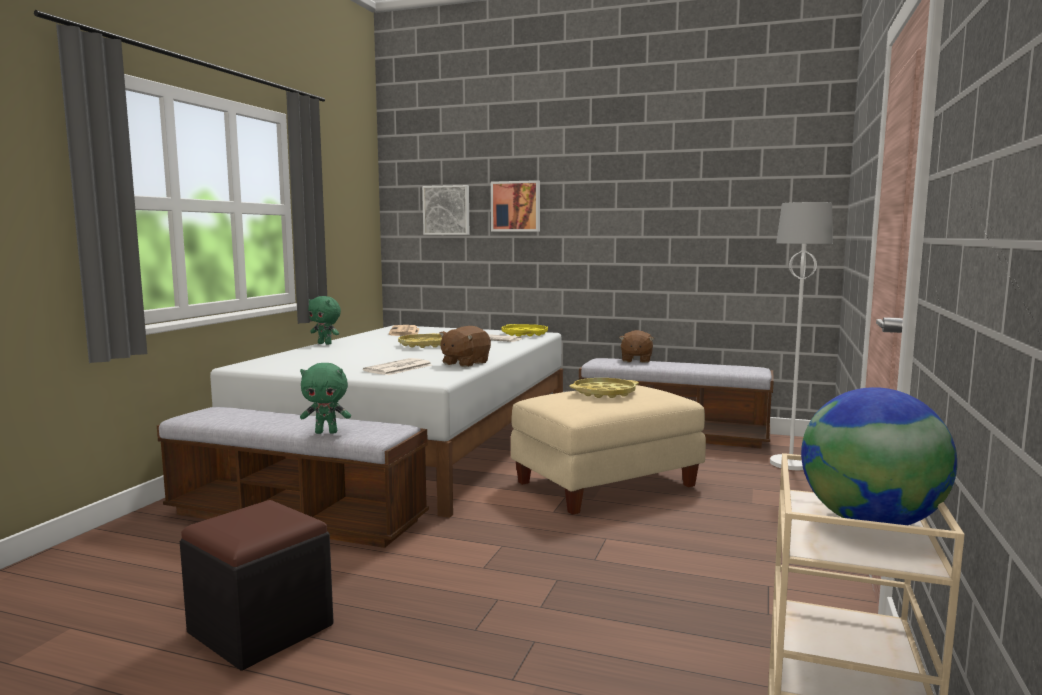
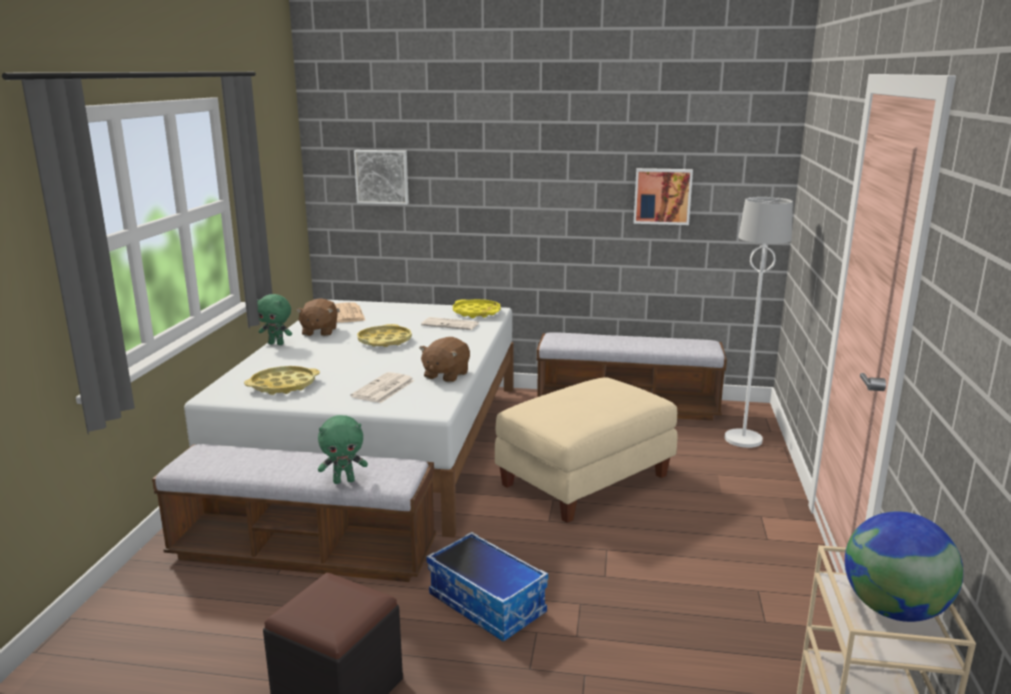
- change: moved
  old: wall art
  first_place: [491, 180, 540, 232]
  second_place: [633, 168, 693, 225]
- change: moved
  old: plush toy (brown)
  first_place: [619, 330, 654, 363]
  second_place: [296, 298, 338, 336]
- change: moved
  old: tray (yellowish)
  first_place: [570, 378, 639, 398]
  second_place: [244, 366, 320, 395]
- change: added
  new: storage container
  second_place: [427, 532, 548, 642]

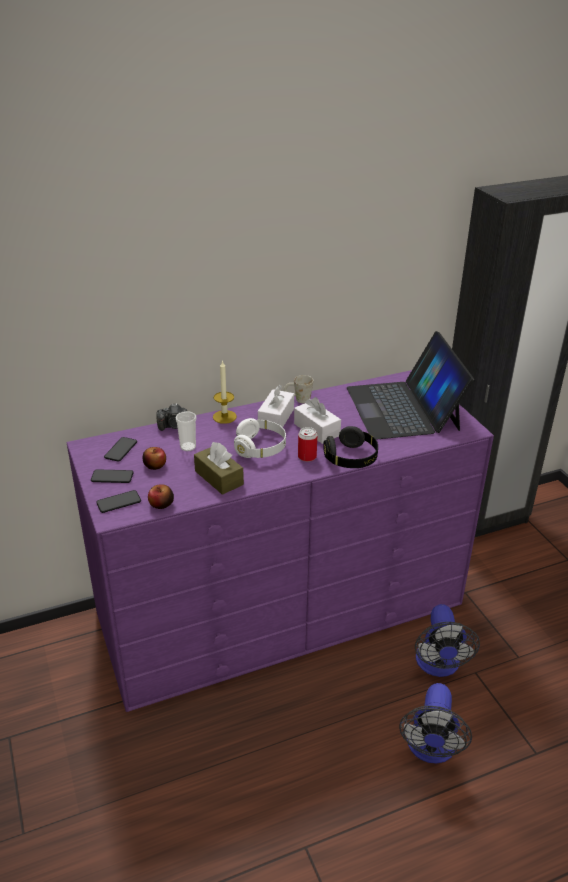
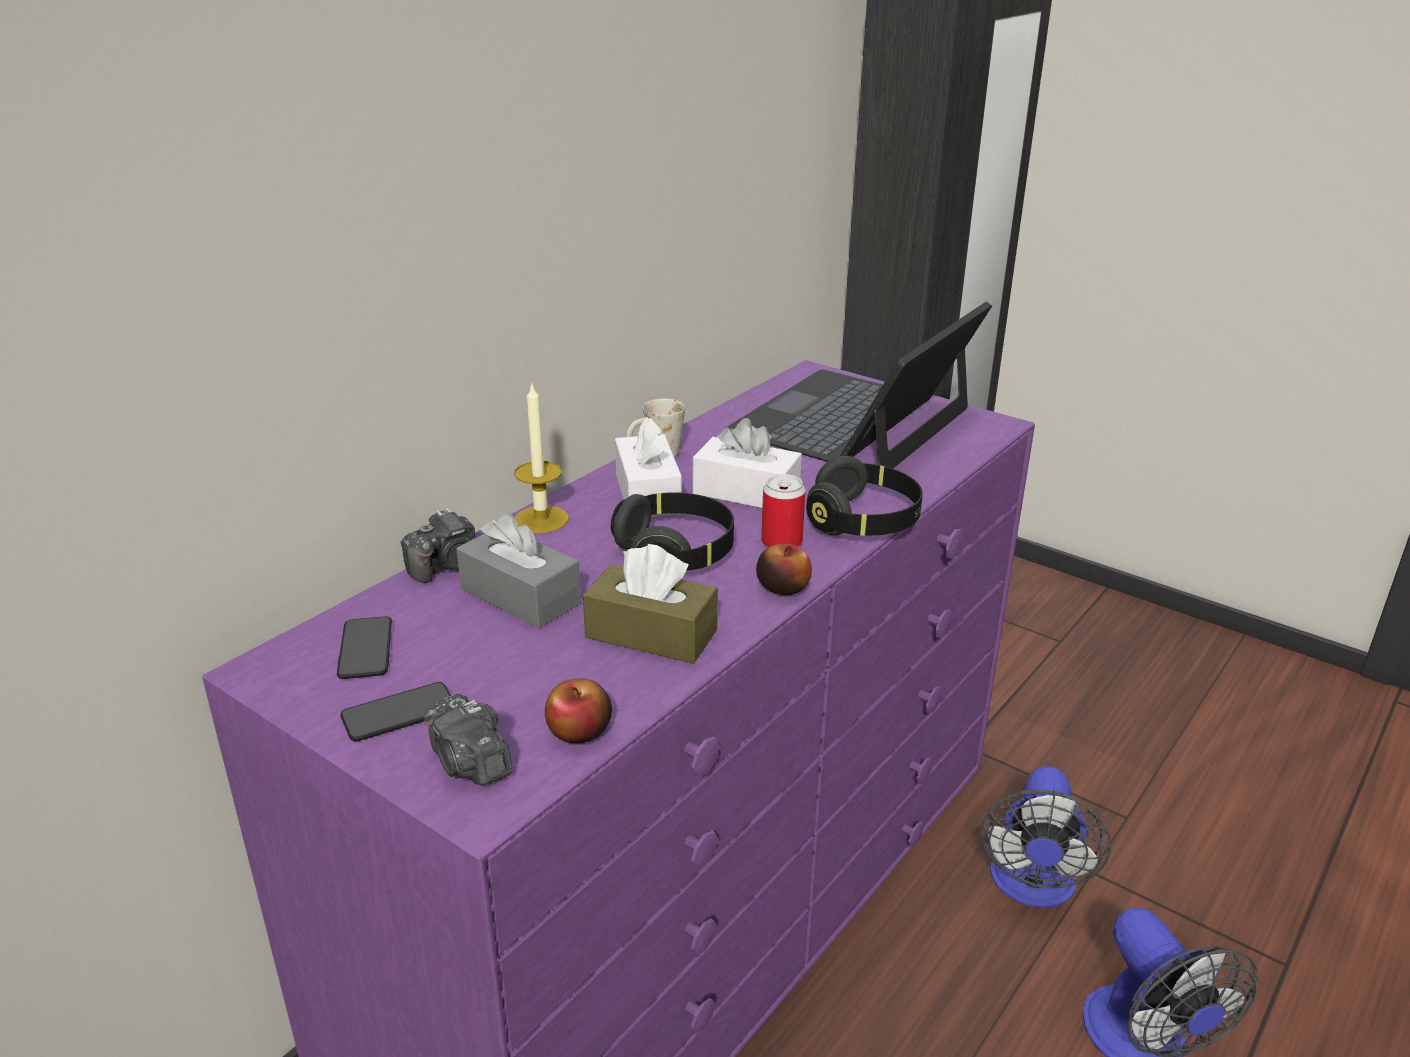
- change: turned
  old: portable computer
  first_place: [347, 331, 474, 440]
  second_place: [727, 301, 992, 469]
  degrees: 75
- change: replaced
  old: drinking cup
  new: box of tissues (grey)
  first_place: [175, 411, 196, 451]
  second_place: [456, 513, 581, 629]
- change: recoloured
  old: headphones (white)
  new: headphones (black)
  first_place: [234, 418, 286, 458]
  second_place: [611, 492, 734, 571]
- change: moved
  old: apple fruit
  first_place: [142, 447, 166, 470]
  second_place: [756, 543, 812, 595]
- change: replaced
  old: phone
  new: photo camera
  first_place: [96, 490, 141, 513]
  second_place: [423, 694, 512, 785]
- change: turned
  old: fan
  first_place: [415, 604, 480, 677]
  second_place: [981, 766, 1112, 908]
  degrees: 45

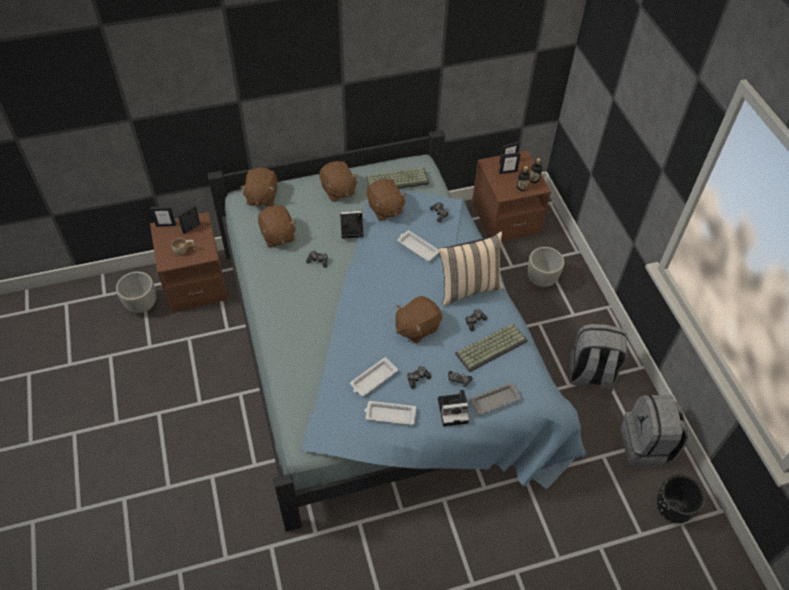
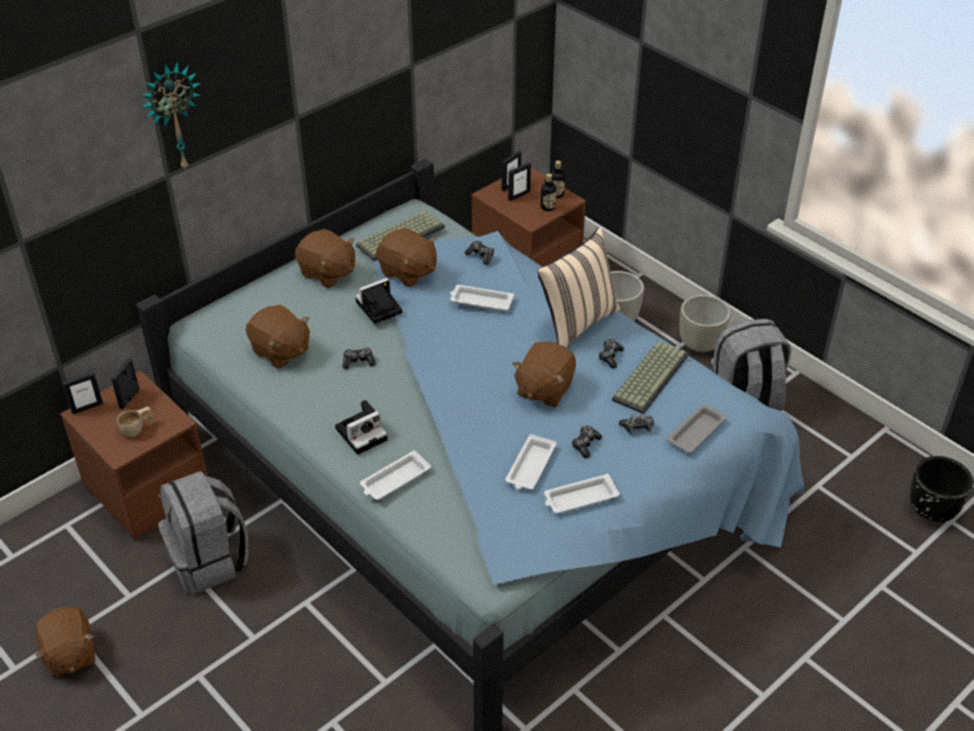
- change: moved
  old: plush toy (brown)
  first_place: [240, 167, 277, 206]
  second_place: [35, 607, 95, 676]
- change: moved
  old: flower pot (grey)
  first_place: [116, 271, 156, 313]
  second_place: [680, 295, 731, 353]
- change: moved
  old: photo camera
  first_place: [438, 390, 469, 426]
  second_place: [335, 400, 387, 455]
- change: moved
  old: rucksack (grey)
  first_place: [621, 395, 688, 467]
  second_place: [158, 471, 249, 594]
- change: added
  new: hanging clock
  second_place: [141, 61, 201, 171]
- change: added
  new: tray (white)
  second_place: [360, 450, 431, 500]

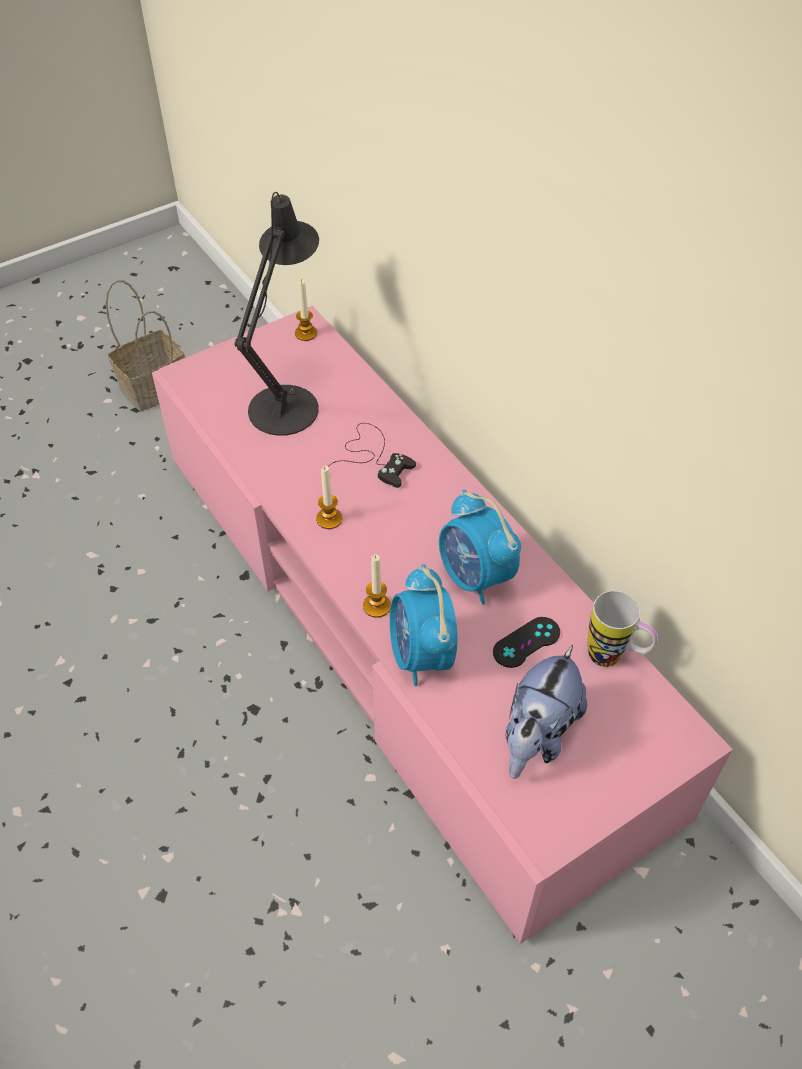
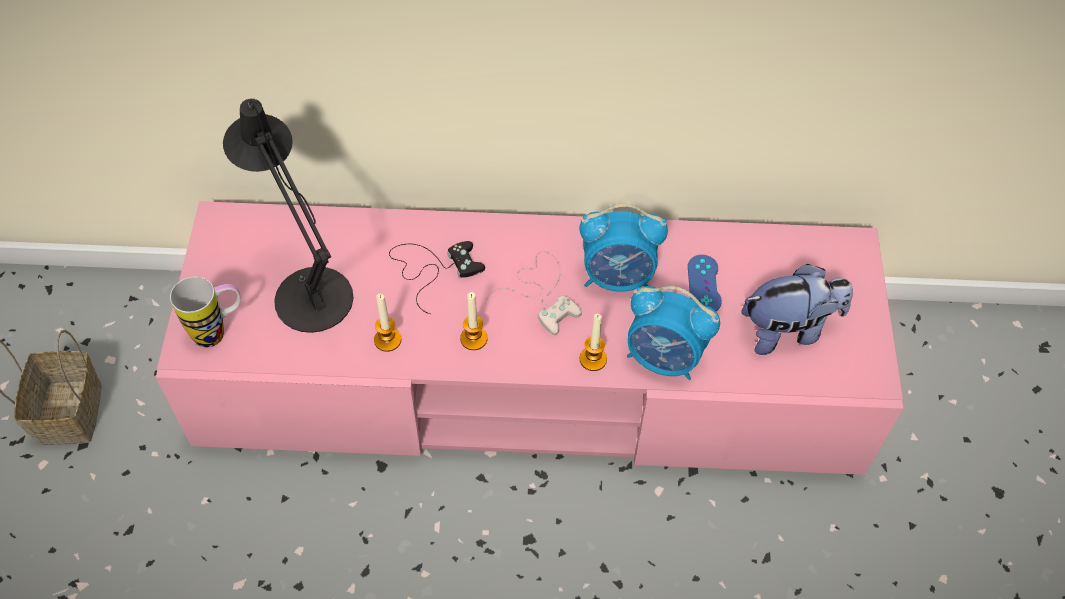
- change: moved
  old: wax light
  first_place: [295, 279, 317, 341]
  second_place: [374, 294, 401, 352]
- change: moved
  old: coffee mug
  first_place: [588, 591, 658, 667]
  second_place: [170, 276, 241, 347]
- change: recoloured
  old: game controller (black)
  new: game controller (bluish)
  first_place: [493, 617, 560, 668]
  second_place: [688, 255, 722, 311]
- change: turned
  old: plush toy
  first_place: [506, 645, 587, 779]
  second_place: [741, 264, 853, 355]
  degrees: -75
- change: added
  new: game controller (white)
  second_place: [485, 251, 582, 335]

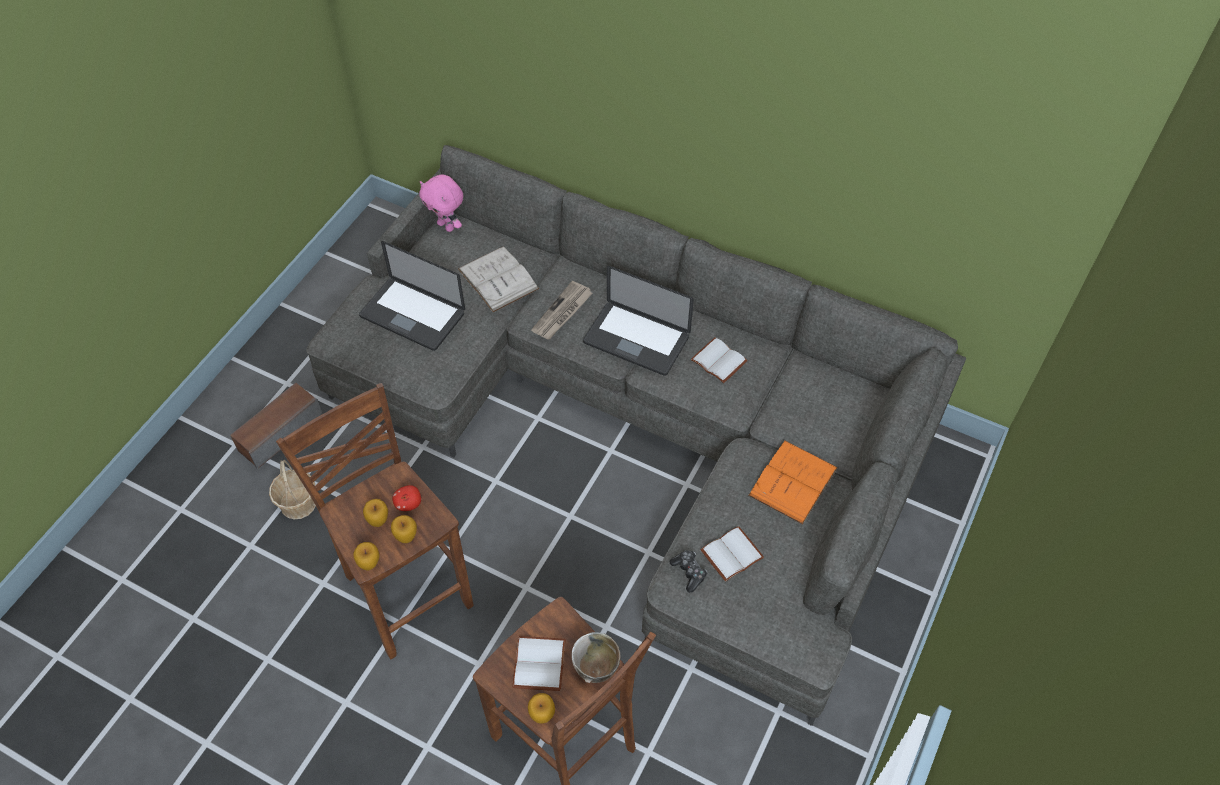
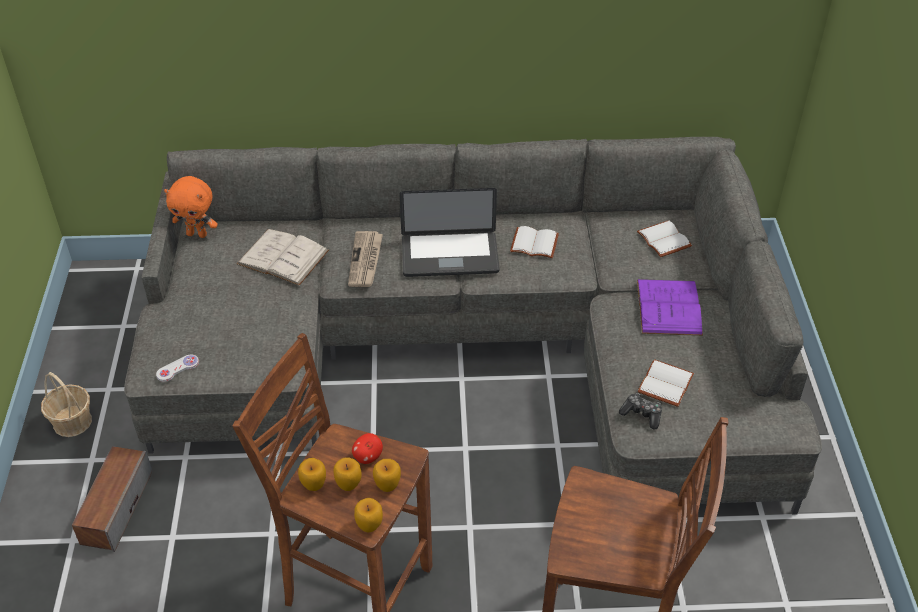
- change: recoloured
  old: plush toy (pink-coloured)
  new: plush toy (orange-coloured)
  first_place: [419, 175, 463, 232]
  second_place: [164, 176, 218, 238]
- change: removed
  old: portable computer
  first_place: [359, 241, 465, 351]
- change: recoloured
  old: volume (orange-coloured)
  new: volume (purple)
  first_place: [748, 440, 838, 525]
  second_place: [637, 279, 703, 336]
- change: moved
  old: household basket
  first_place: [269, 460, 316, 519]
  second_place: [41, 372, 92, 437]
- change: removed
  old: serving bowl
  first_place: [571, 632, 621, 683]
- change: moved
  old: volume (white)
  first_place: [512, 636, 566, 691]
  second_place: [637, 221, 692, 257]
- change: moved
  old: apple fruit
  first_place: [528, 693, 555, 723]
  second_place: [298, 458, 326, 491]
- change: added
  new: game controller (white)
  second_place: [156, 355, 199, 382]

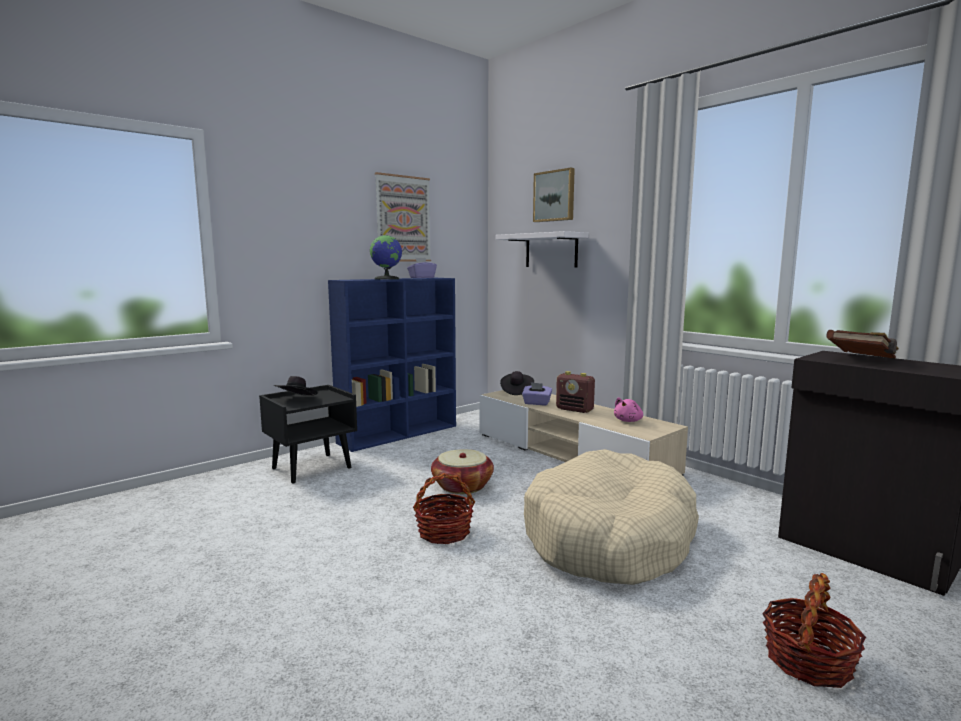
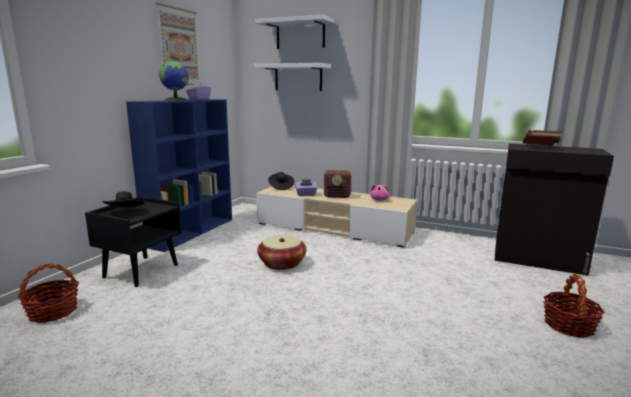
- change: replaced
  old: wall art
  new: bracket shelf (white)
  first_place: [533, 167, 575, 222]
  second_place: [255, 15, 334, 49]
- change: removed
  old: dog cushion (beige-coloured)
  first_place: [524, 449, 699, 585]
- change: moved
  old: household basket
  first_place: [413, 473, 475, 544]
  second_place: [18, 264, 79, 323]

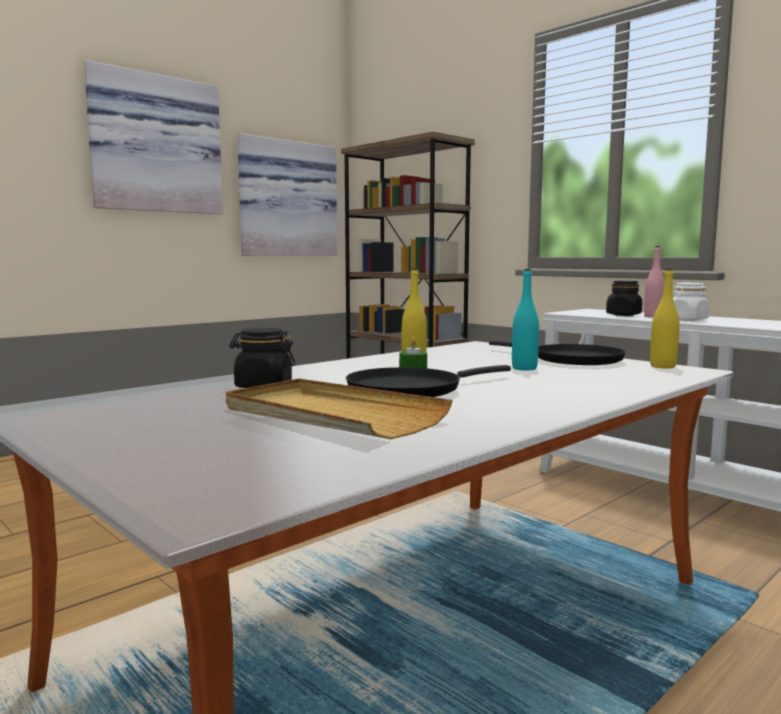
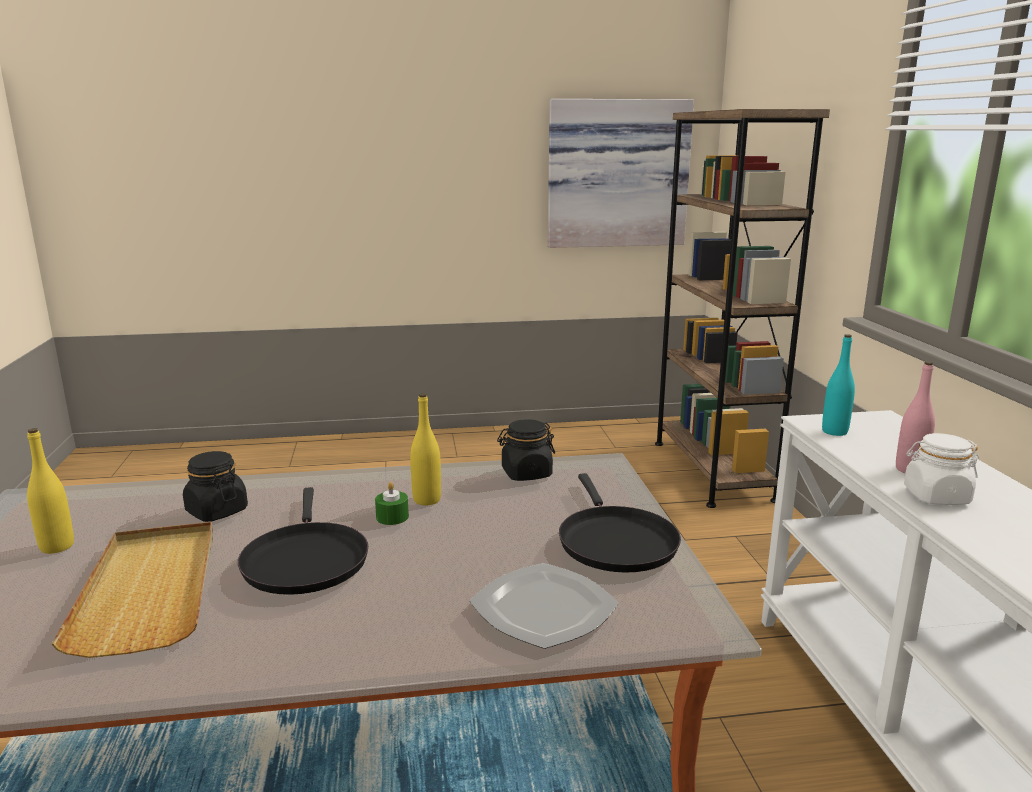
- change: removed
  old: wall art
  first_place: [84, 60, 223, 214]
- change: moved
  old: drink bottle (turquoise)
  first_place: [512, 269, 539, 370]
  second_place: [822, 334, 855, 436]
- change: moved
  old: drink bottle (yellowish)
  first_place: [650, 269, 680, 369]
  second_place: [27, 428, 74, 554]
- change: moved
  old: preserve jar (black)
  first_place: [606, 281, 642, 316]
  second_place: [497, 419, 555, 481]
- change: turned
  old: frying pan (black)
  first_place: [346, 365, 511, 397]
  second_place: [238, 487, 368, 595]
  degrees: -105
- change: added
  new: plate
  second_place: [470, 563, 619, 649]

